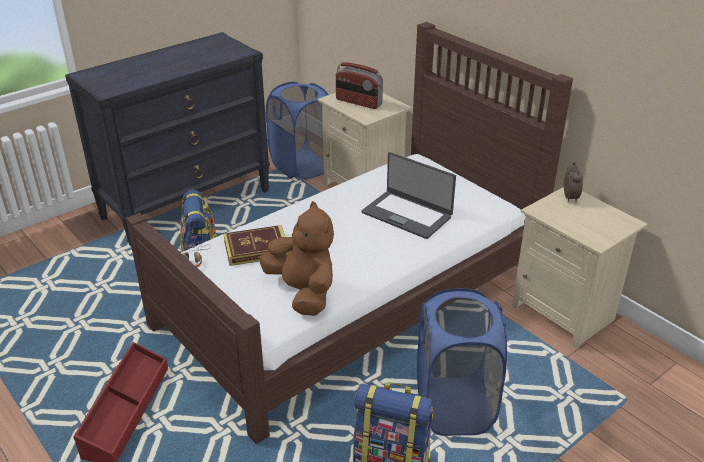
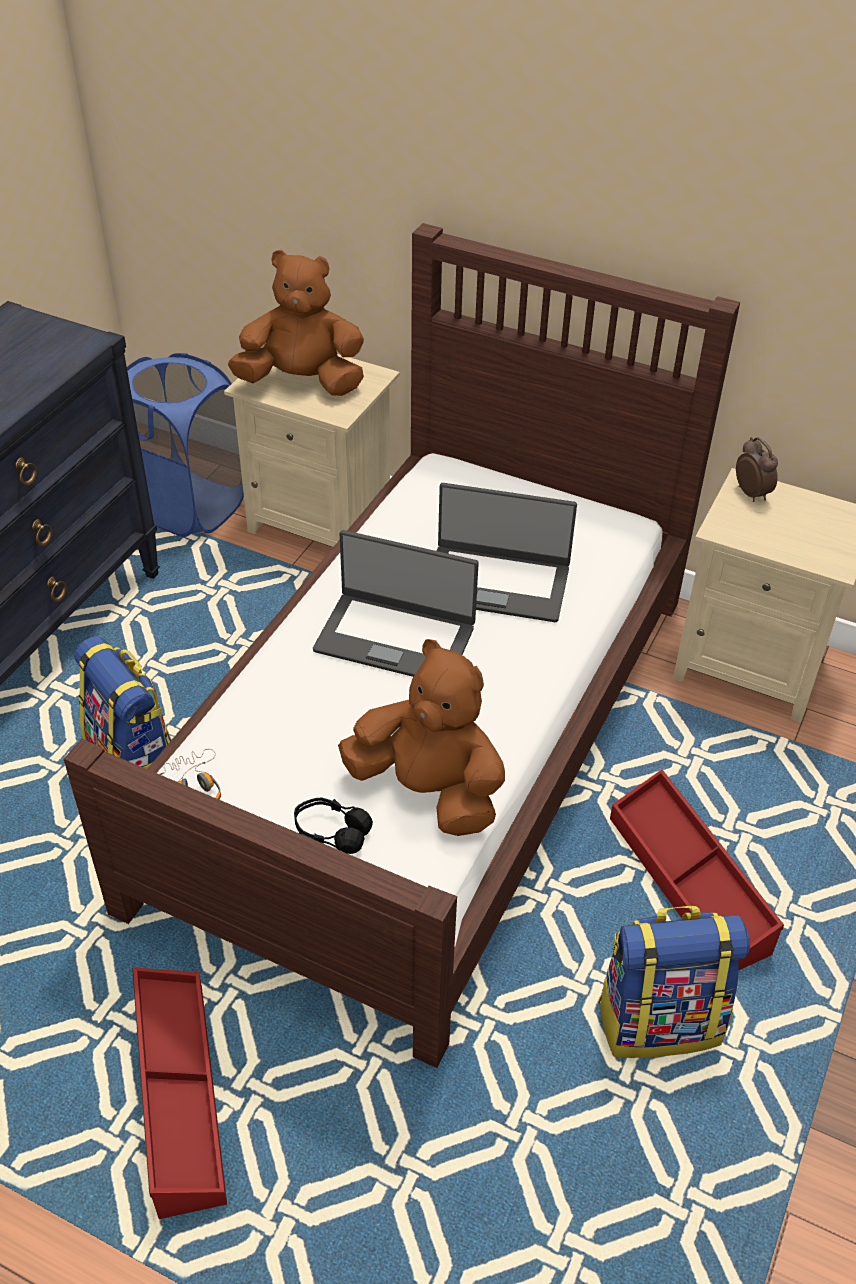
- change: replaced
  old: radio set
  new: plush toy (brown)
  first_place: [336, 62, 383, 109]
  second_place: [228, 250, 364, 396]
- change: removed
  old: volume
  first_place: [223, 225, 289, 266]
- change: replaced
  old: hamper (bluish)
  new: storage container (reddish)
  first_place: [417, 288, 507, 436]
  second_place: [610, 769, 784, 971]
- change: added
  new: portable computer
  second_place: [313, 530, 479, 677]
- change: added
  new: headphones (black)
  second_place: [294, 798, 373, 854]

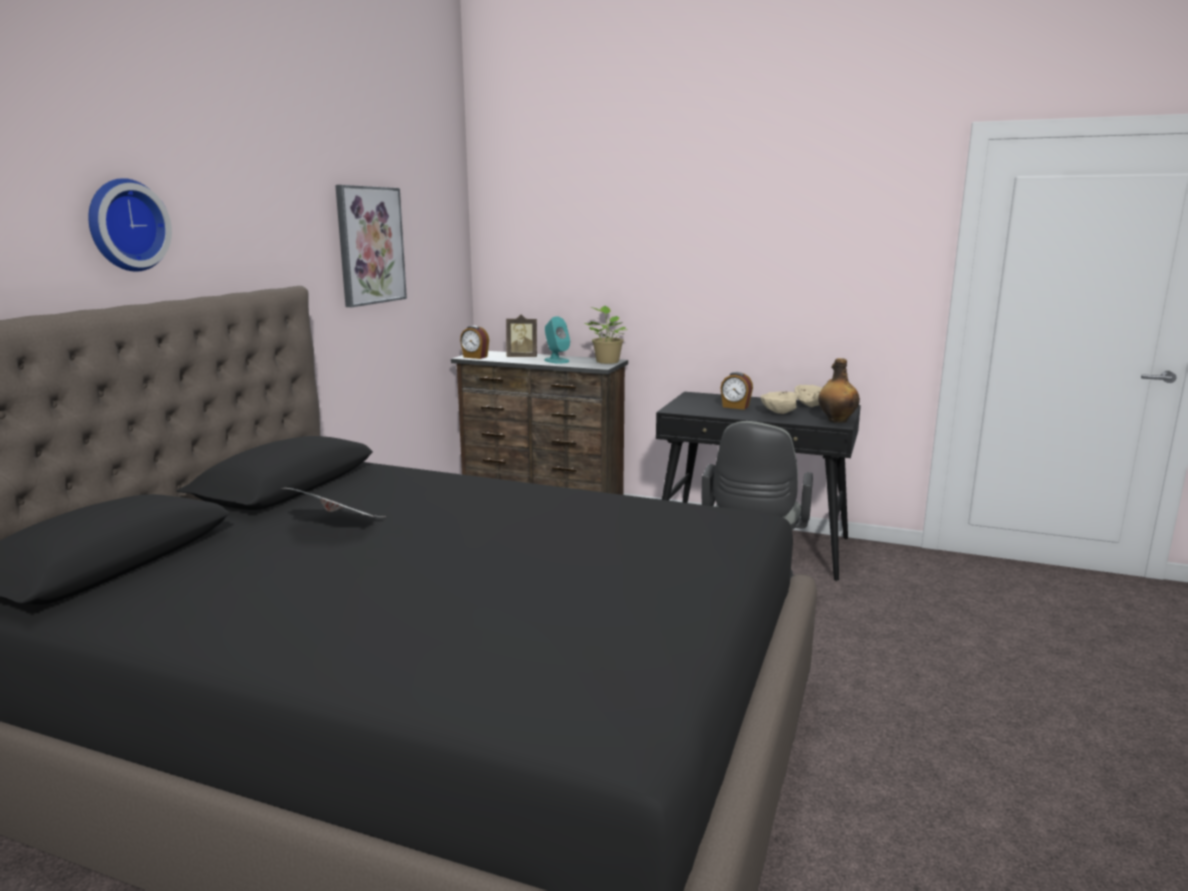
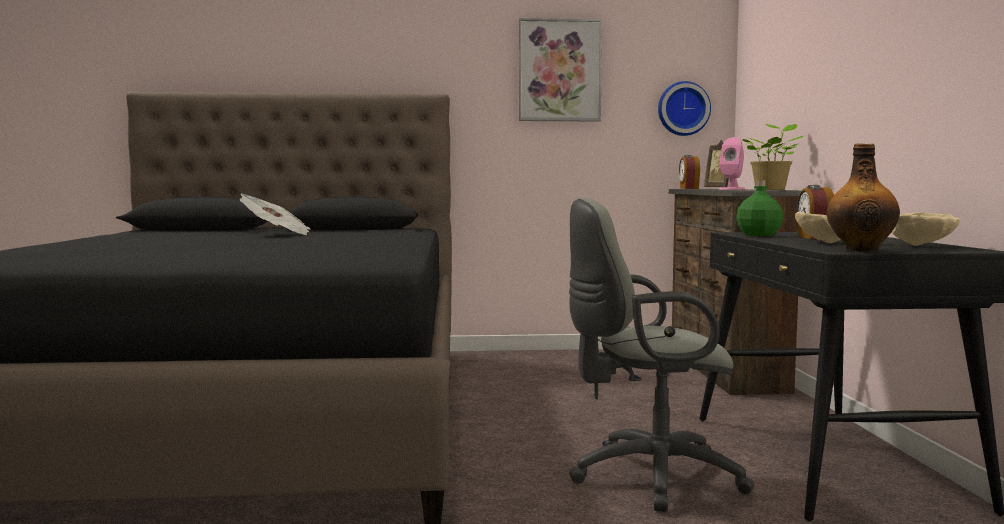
- change: moved
  old: hanging clock
  first_place: [88, 178, 172, 272]
  second_place: [658, 81, 711, 136]
- change: recoloured
  old: speaker (turquoise)
  new: speaker (pink-coloured)
  first_place: [544, 316, 570, 364]
  second_place: [719, 137, 745, 190]
- change: added
  new: drink bottle (green-coloured)
  second_place: [736, 180, 783, 236]

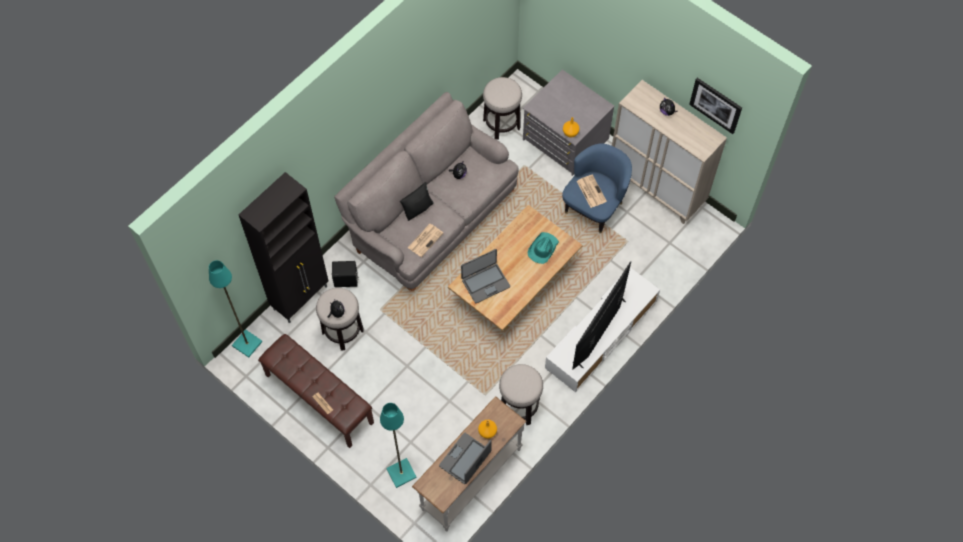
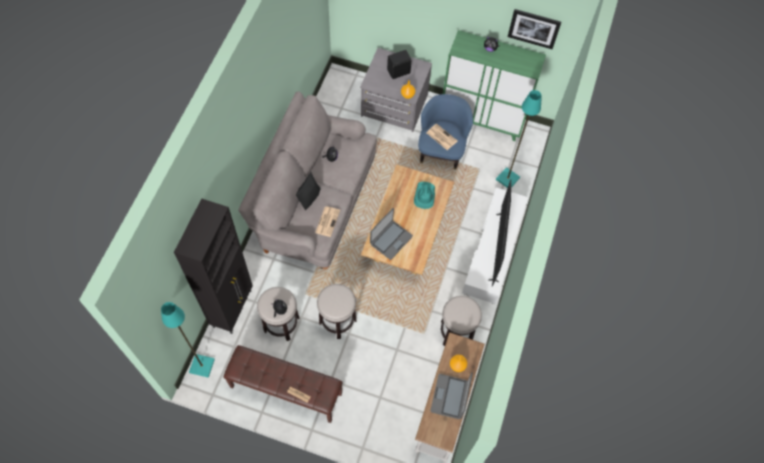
- change: moved
  old: stool
  first_place: [483, 77, 522, 140]
  second_place: [317, 284, 357, 339]
- change: recoloured
  old: storage cabinet (beige-coloured)
  new: storage cabinet (green-coloured)
  first_place: [612, 80, 727, 224]
  second_place: [443, 30, 546, 141]
- change: moved
  old: speaker (black)
  first_place: [332, 261, 359, 287]
  second_place: [387, 50, 412, 79]
- change: moved
  old: floor lamp (turquoise)
  first_place: [380, 403, 417, 488]
  second_place: [496, 90, 542, 188]

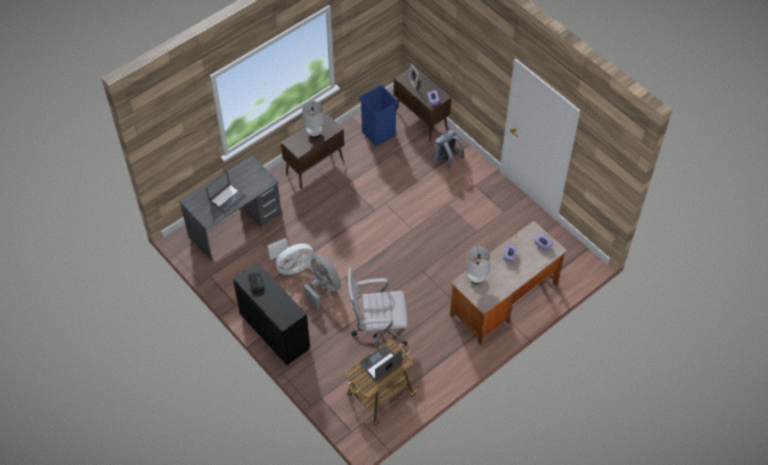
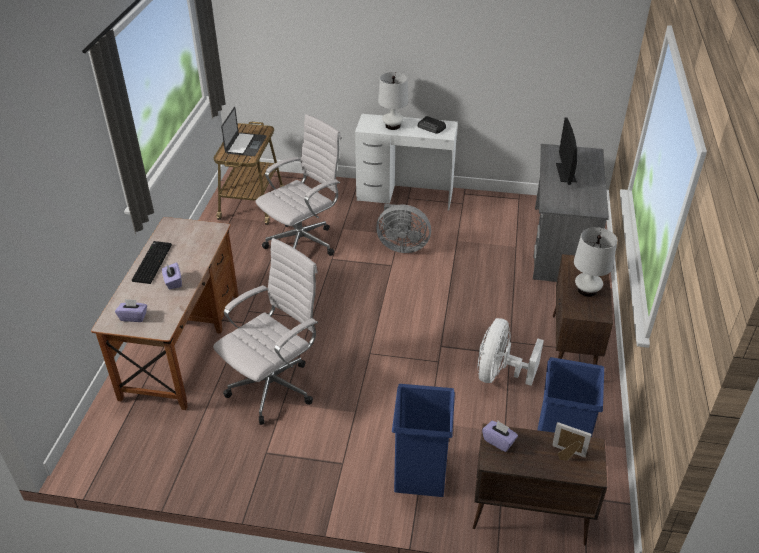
- change: replaced
  old: rucksack (grey)
  new: rubbish bin (bluish)
  first_place: [434, 130, 465, 168]
  second_place: [392, 384, 455, 497]
- change: replaced
  old: portable computer
  new: computer display
  first_place: [206, 171, 245, 213]
  second_place: [556, 117, 577, 185]
- change: moved
  old: fan (white)
  first_place: [267, 238, 314, 275]
  second_place: [478, 318, 544, 386]
- change: moved
  old: tabletop lamp (white)
  first_place: [465, 246, 490, 284]
  second_place: [378, 72, 408, 130]
- change: recoloured
  old: desk (black)
  new: desk (white)
  first_place: [233, 262, 310, 365]
  second_place: [355, 114, 458, 210]
- change: added
  new: computer chair (white)
  second_place: [213, 238, 318, 425]
- change: added
  new: PC keyboard
  second_place: [132, 241, 172, 284]

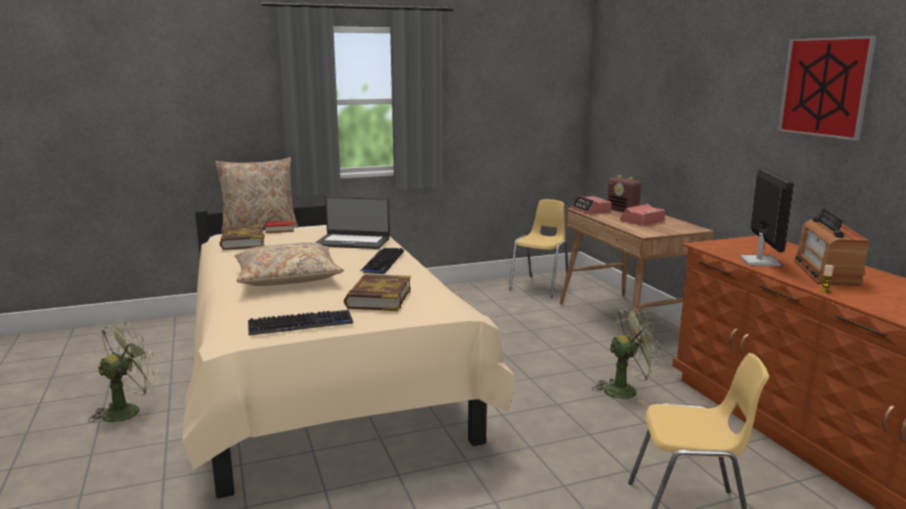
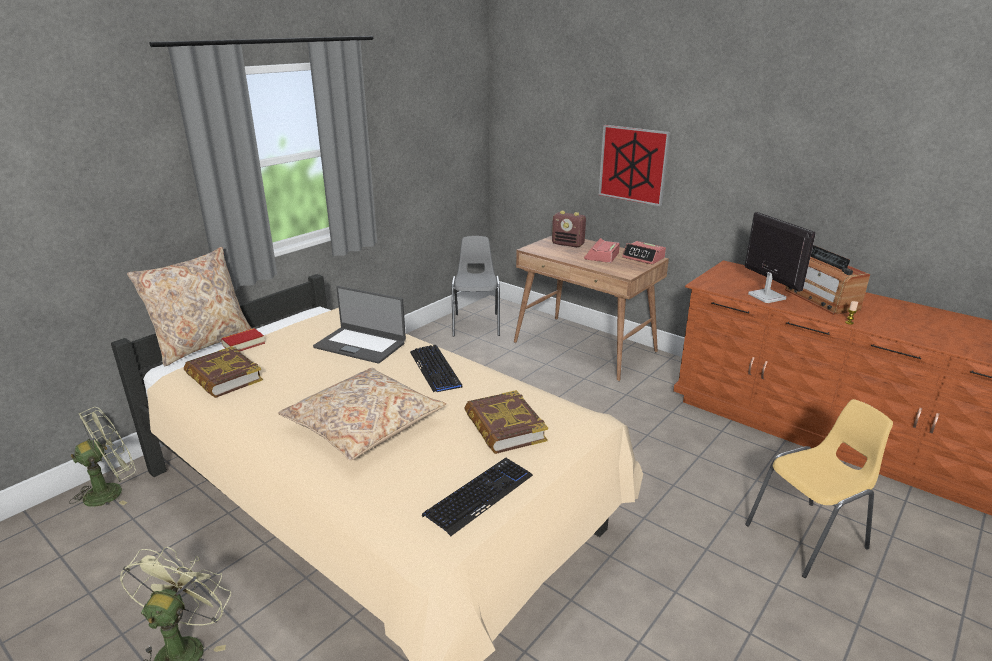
- change: moved
  old: wall art
  first_place: [778, 36, 877, 141]
  second_place: [599, 125, 670, 206]
- change: moved
  old: table clock
  first_place: [571, 195, 611, 214]
  second_place: [622, 241, 666, 265]
- change: turned
  old: portable computer
  first_place: [315, 196, 390, 249]
  second_place: [313, 286, 406, 363]
  degrees: 45
- change: recoloured
  old: upright chair (yellowish)
  new: upright chair (grey)
  first_place: [509, 199, 568, 297]
  second_place: [452, 236, 500, 337]
- change: moved
  old: fan (green-coloured)
  first_place: [592, 308, 663, 404]
  second_place: [69, 407, 136, 507]

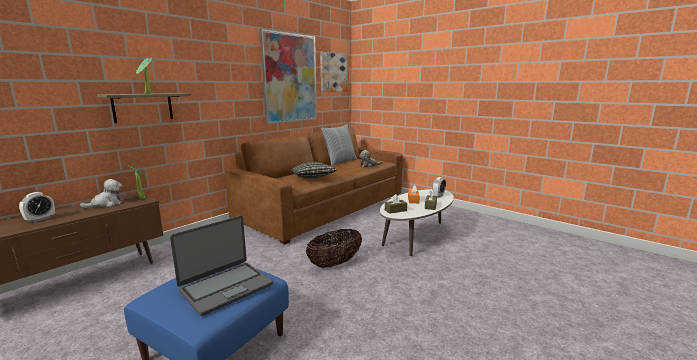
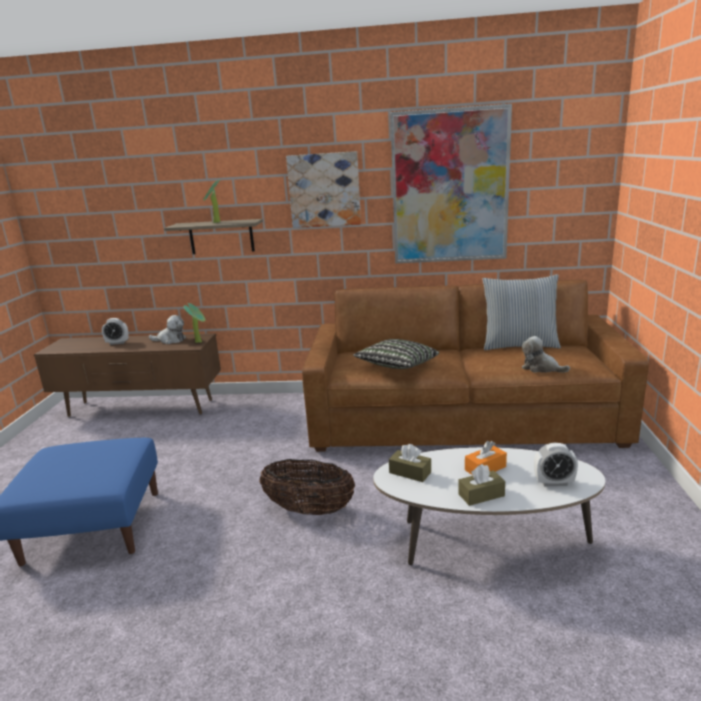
- change: moved
  old: wall art
  first_place: [320, 52, 347, 92]
  second_place: [286, 151, 361, 228]
- change: removed
  old: portable computer
  first_place: [170, 216, 273, 316]

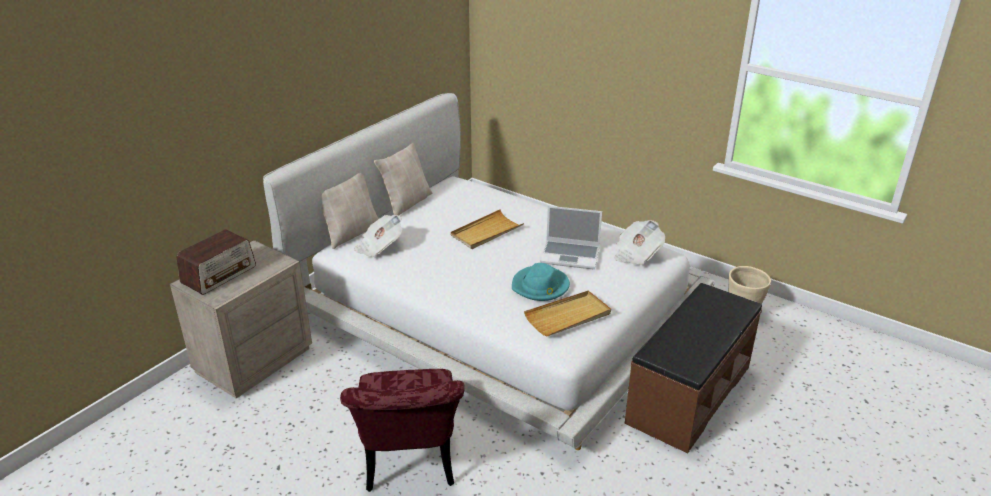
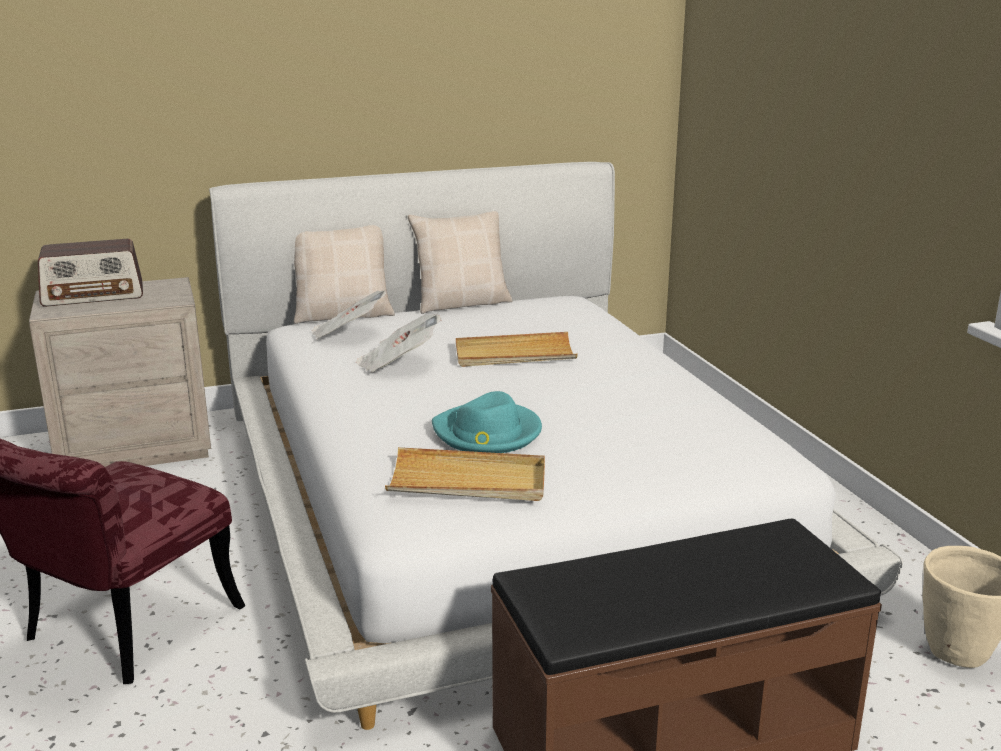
- change: removed
  old: portable computer
  first_place: [540, 206, 602, 269]
- change: moved
  old: printed paper
  first_place: [614, 220, 665, 265]
  second_place: [356, 315, 441, 372]

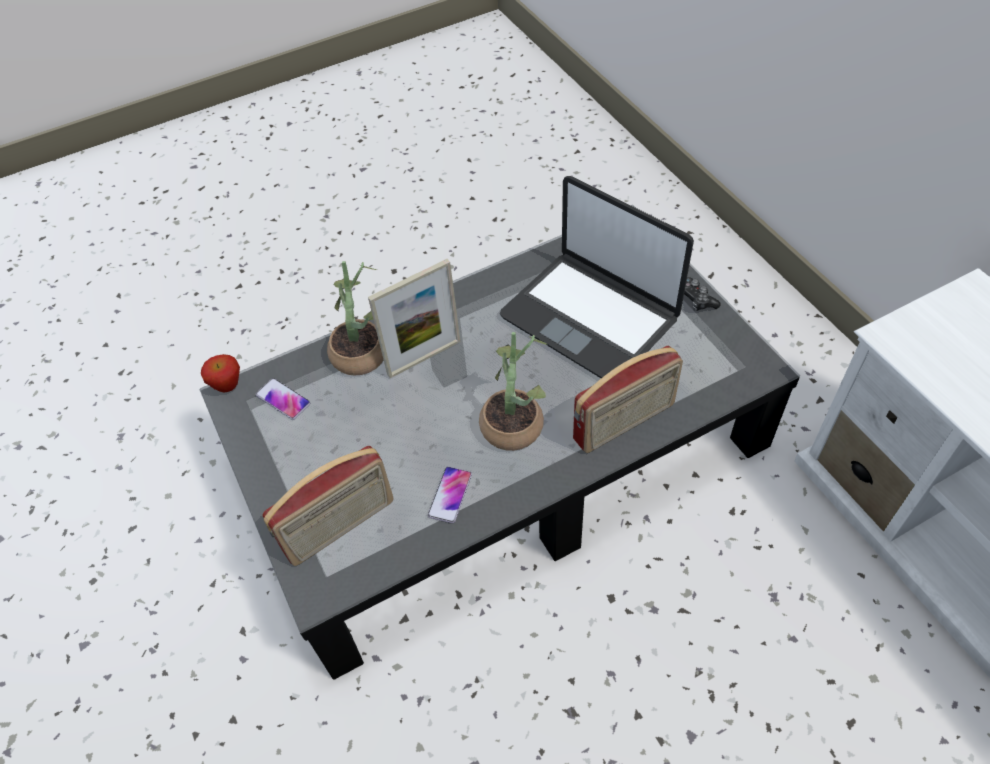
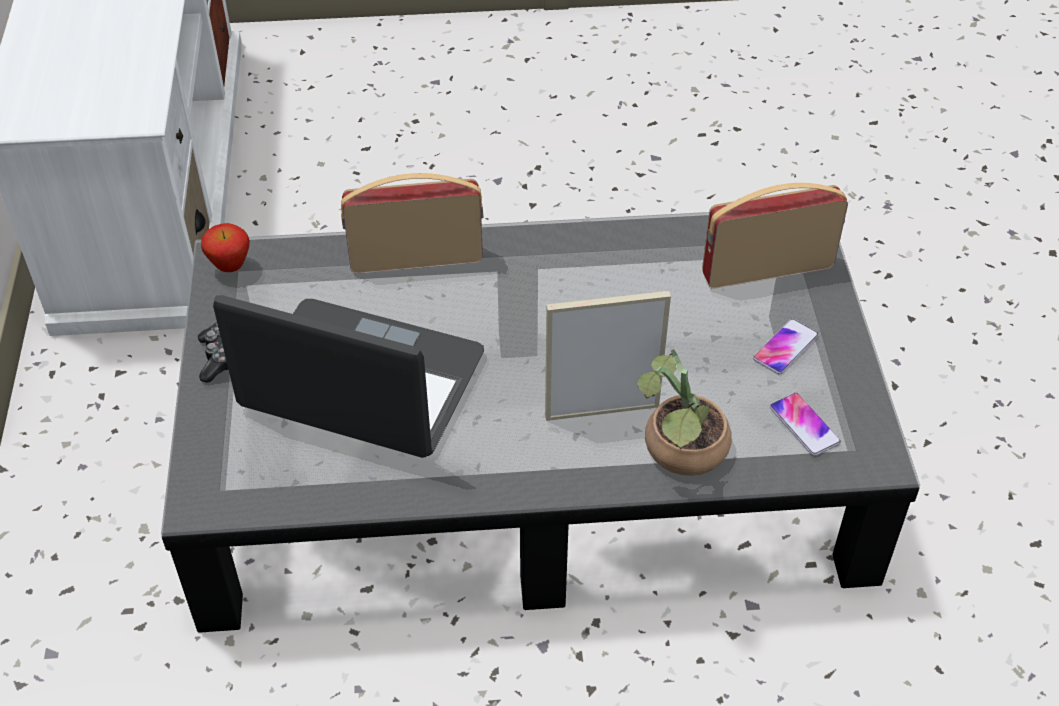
- change: turned
  old: portable computer
  first_place: [500, 176, 694, 378]
  second_place: [213, 295, 484, 458]
  degrees: -45
- change: removed
  old: houseplant
  first_place: [479, 332, 547, 451]
- change: moved
  old: apple fruit
  first_place: [201, 354, 240, 392]
  second_place: [201, 223, 250, 272]
- change: moved
  old: phone
  first_place: [428, 467, 472, 523]
  second_place: [753, 319, 819, 374]

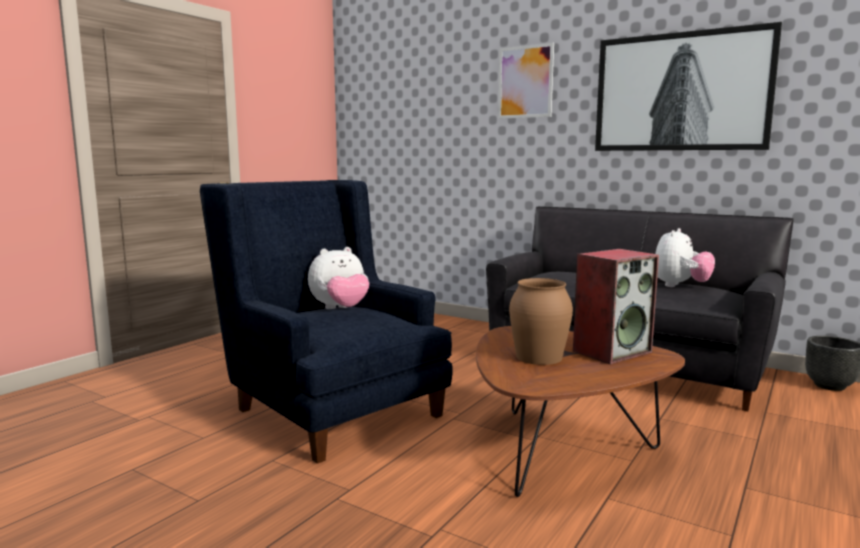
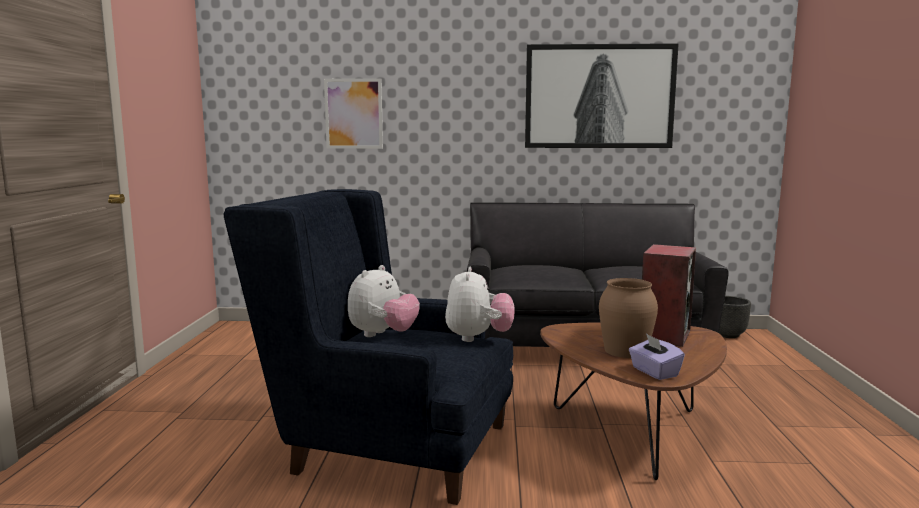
- change: moved
  old: wall art
  first_place: [498, 43, 554, 119]
  second_place: [324, 78, 383, 149]
- change: moved
  old: plush toy
  first_place: [655, 228, 715, 287]
  second_place: [445, 267, 515, 342]
- change: added
  new: box of tissues (purple)
  second_place: [629, 333, 685, 380]

